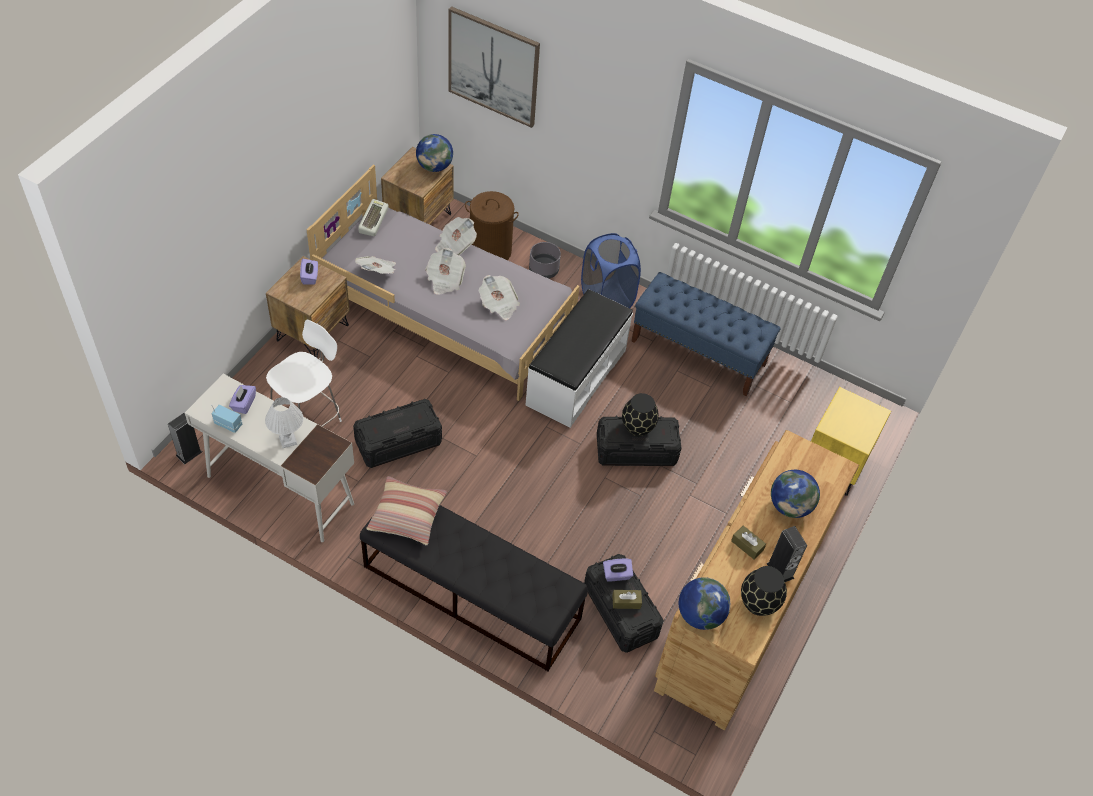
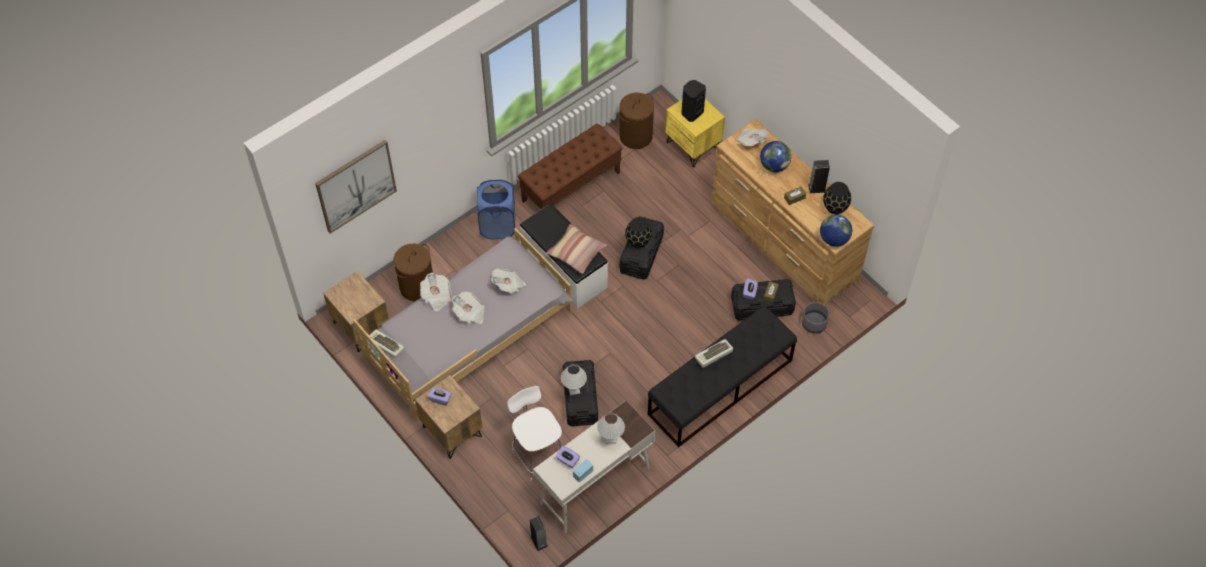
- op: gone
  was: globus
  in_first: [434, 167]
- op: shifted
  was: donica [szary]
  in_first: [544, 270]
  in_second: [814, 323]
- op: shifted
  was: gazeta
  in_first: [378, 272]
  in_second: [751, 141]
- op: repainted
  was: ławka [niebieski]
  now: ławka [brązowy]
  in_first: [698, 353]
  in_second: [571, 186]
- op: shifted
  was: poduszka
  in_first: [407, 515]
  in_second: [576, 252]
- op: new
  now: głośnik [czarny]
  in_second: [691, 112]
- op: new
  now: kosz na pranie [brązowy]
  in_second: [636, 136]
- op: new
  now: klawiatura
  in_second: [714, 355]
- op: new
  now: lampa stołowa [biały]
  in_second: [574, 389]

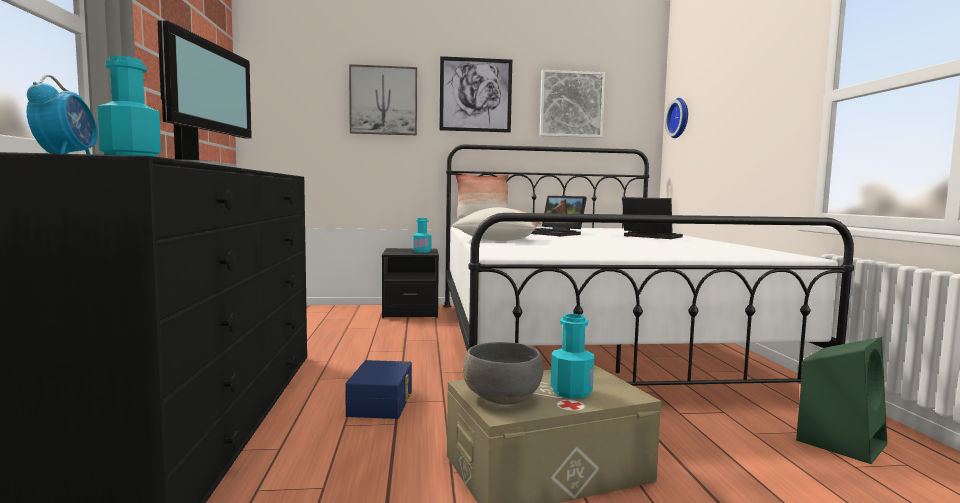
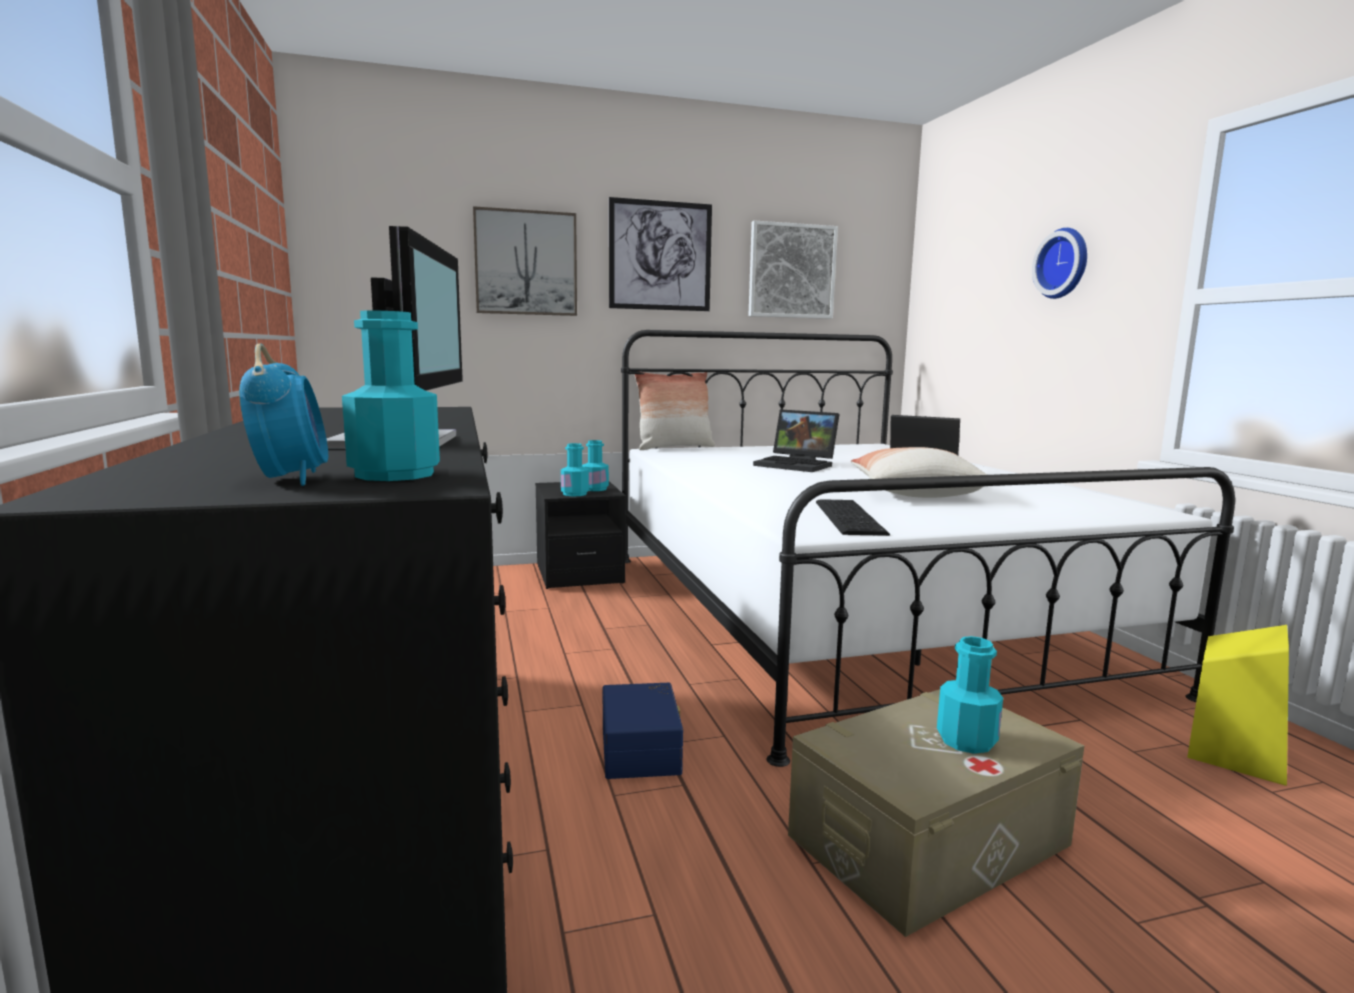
- op: shifted
  was: zegar ścienny
  in_first: [680, 118]
  in_second: [1064, 263]
- op: shifted
  was: poduszka
  in_first: [499, 239]
  in_second: [915, 493]
- op: repainted
  was: głośnik [zielony]
  now: głośnik [żółty]
  in_first: [841, 441]
  in_second: [1235, 753]
- op: gone
  was: miska [szary]
  in_first: [502, 397]
- op: new
  now: butelka [turkusowy]
  in_second: [575, 494]
- op: new
  now: klawiatura
  in_second: [851, 517]

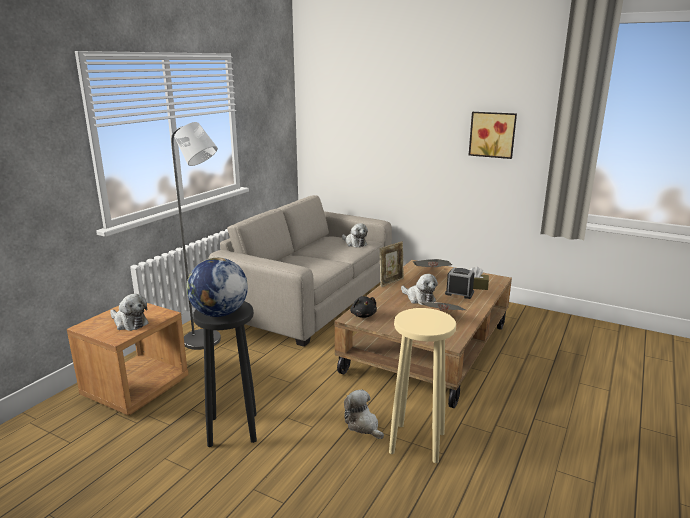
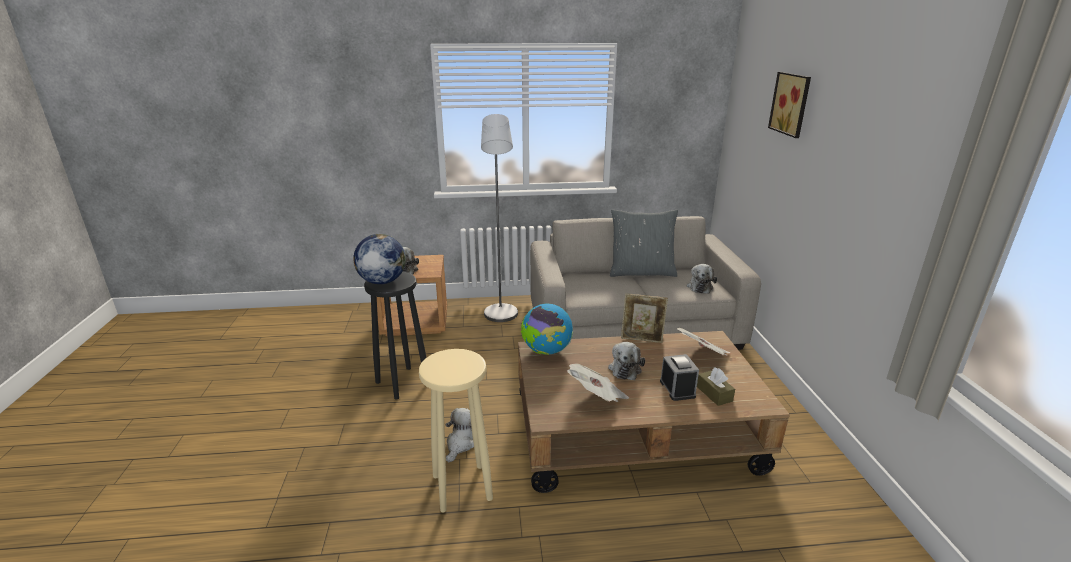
- op: shifted
  was: obraz
  in_first: [492, 134]
  in_second: [792, 104]
- op: swapped
  was: pluszak [czarny]
  now: globus
  in_first: [363, 315]
  in_second: [546, 351]
- op: new
  now: poduszka [szary]
  in_second: [641, 272]

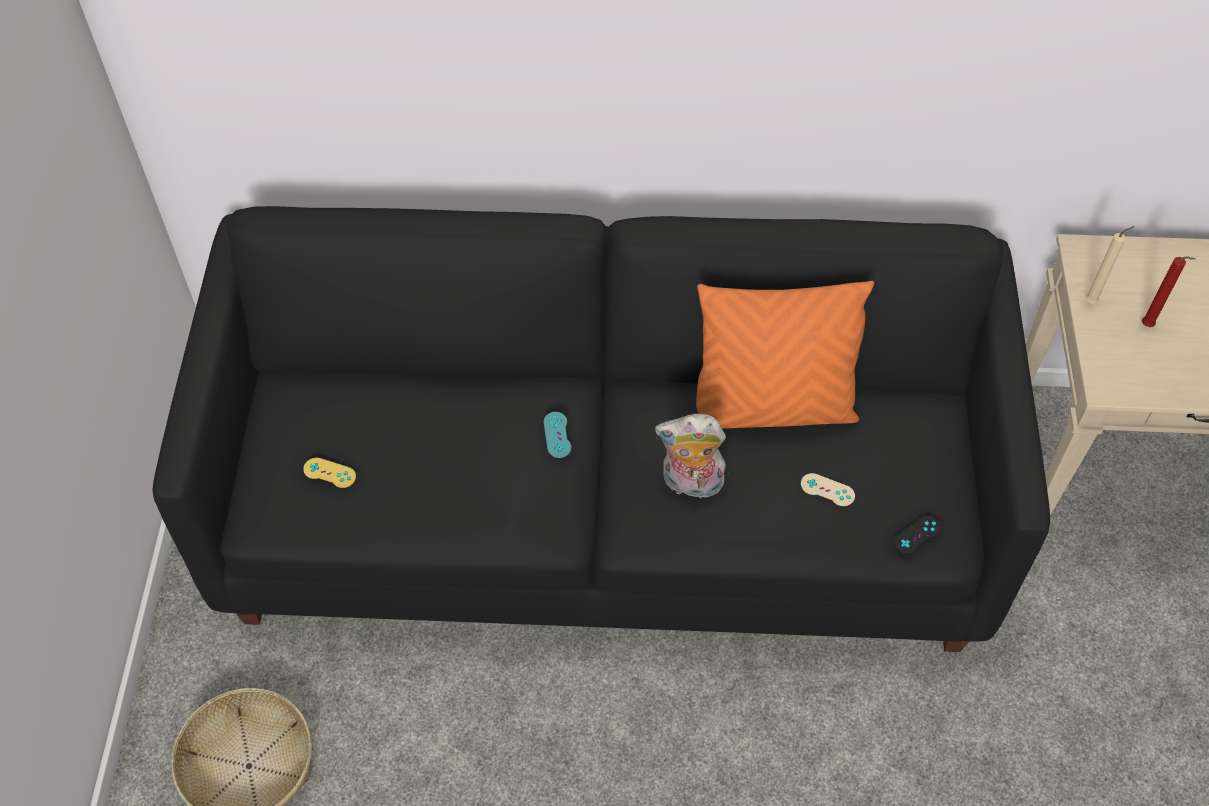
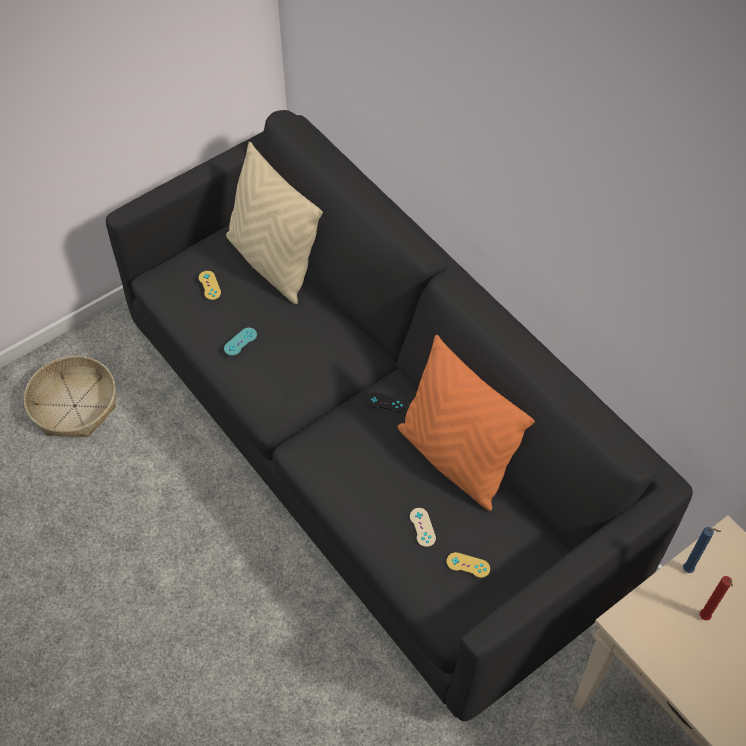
- op: repainted
  was: świeca [beżowy]
  now: świeca [niebieski]
  in_first: [1092, 301]
  in_second: [689, 570]
- op: shifted
  was: pad do gier [turkusowy]
  in_first: [557, 435]
  in_second: [240, 341]
- op: gone
  was: pluszak
  in_first: [690, 484]
- op: shifted
  was: pad do gier [czarny]
  in_first: [917, 535]
  in_second: [386, 403]
- op: new
  now: poduszka [beżowy]
  in_second: [273, 263]
- op: new
  now: pad do gier [żółty]
  in_second: [468, 565]

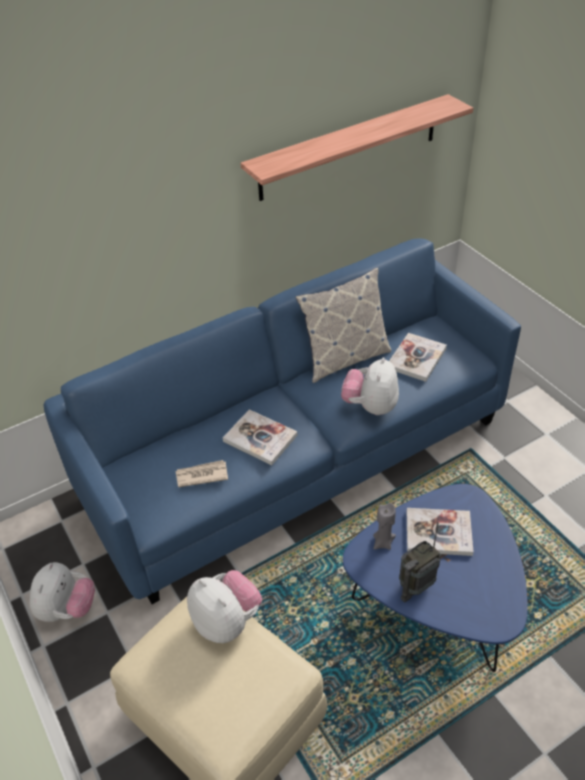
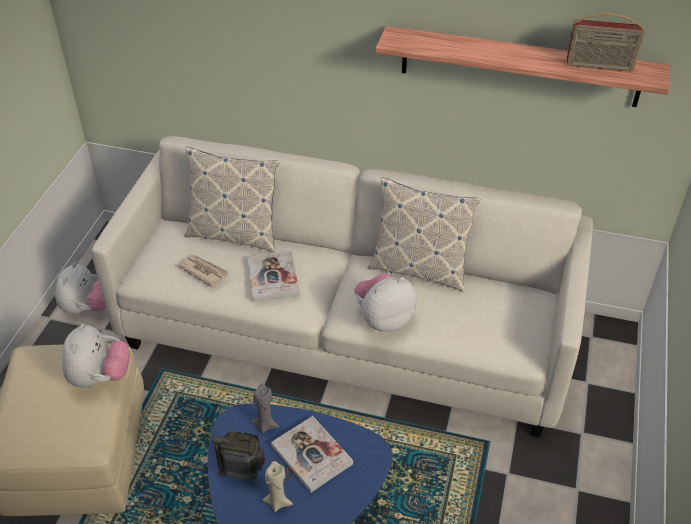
- op: repainted
  was: kanapa [niebieski]
  now: kanapa [biały]
  in_first: [295, 456]
  in_second: [346, 331]
- op: gone
  was: książka
  in_first: [416, 358]
- op: rotated
  was: pluszak
  in_first: [67, 609]
  in_second: [87, 308]
  clockwise: -45
- op: new
  now: radio
  in_second: [599, 66]
- op: new
  now: poduszka
  in_second: [234, 234]
- op: new
  now: świeca [beżowy]
  in_second: [278, 501]

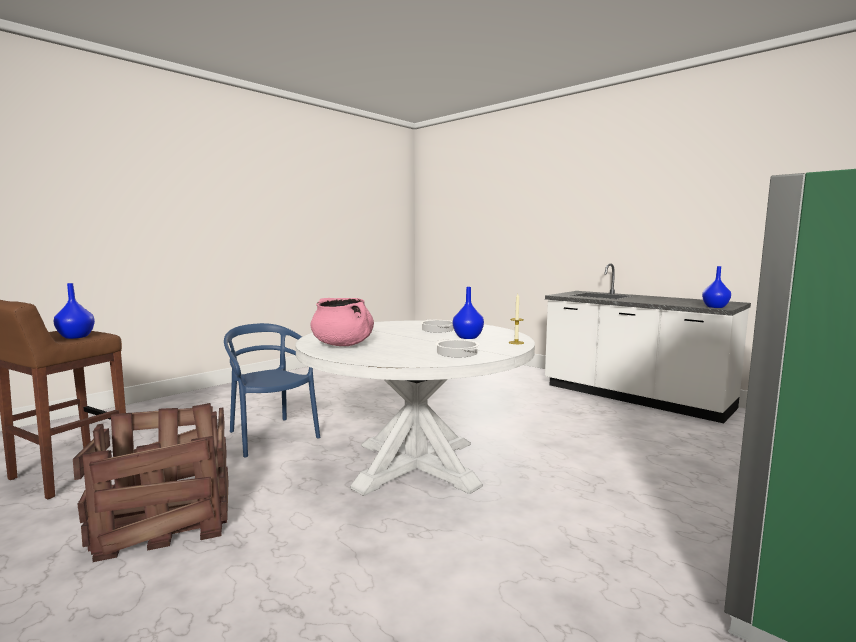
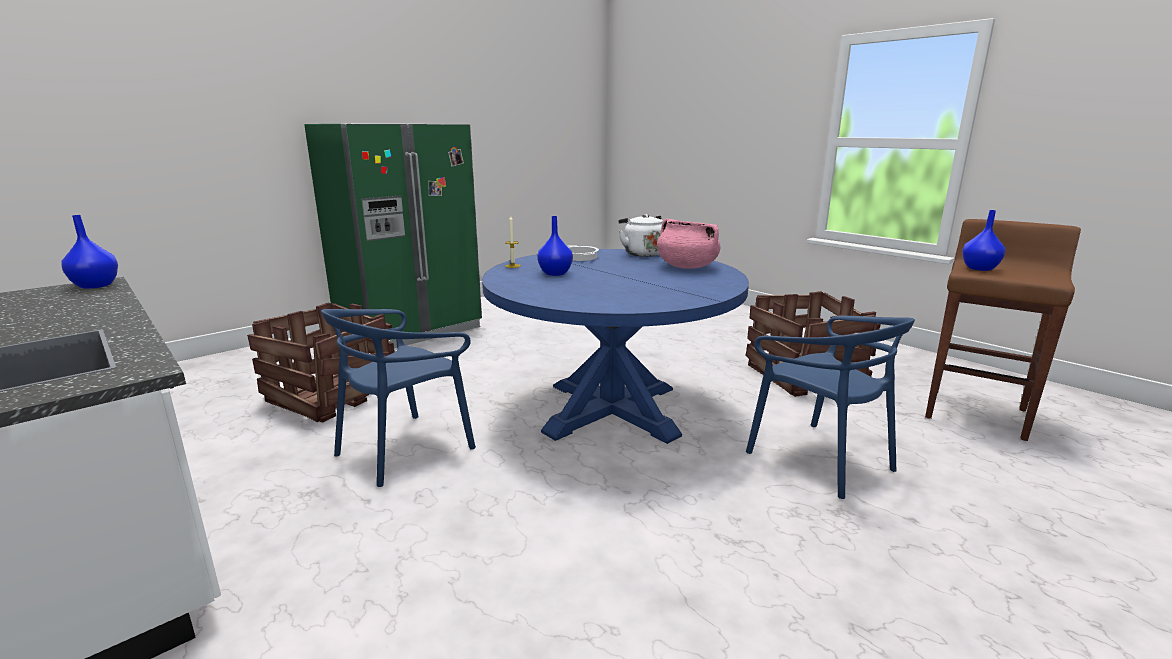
- op: gone
  was: garnek
  in_first: [438, 329]
- op: repainted
  was: stół jadalny [biały]
  now: stół jadalny [niebieski]
  in_first: [416, 464]
  in_second: [611, 409]
- op: new
  now: czajnik [biały]
  in_second: [642, 253]
- op: new
  now: skrzynka
  in_second: [330, 395]
- op: new
  now: krzesło [niebieski]
  in_second: [405, 449]

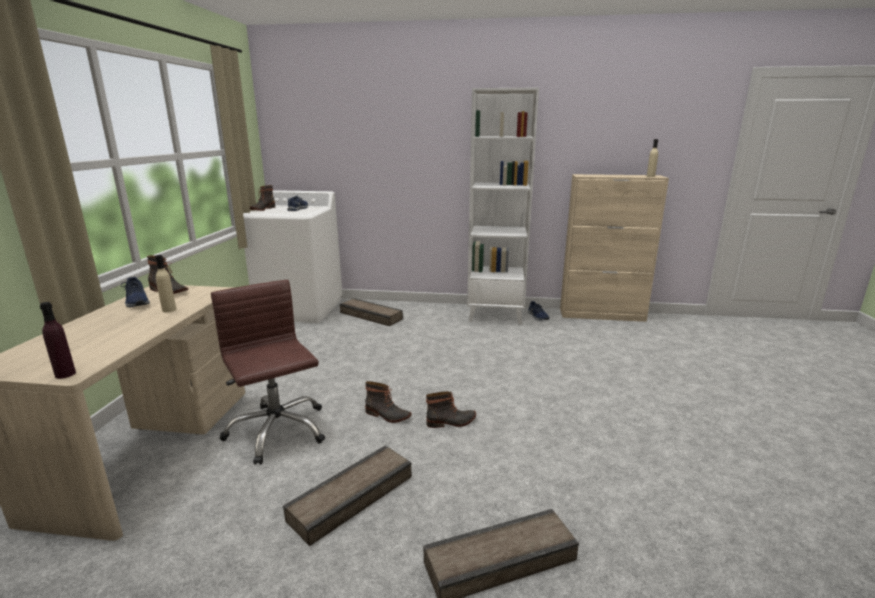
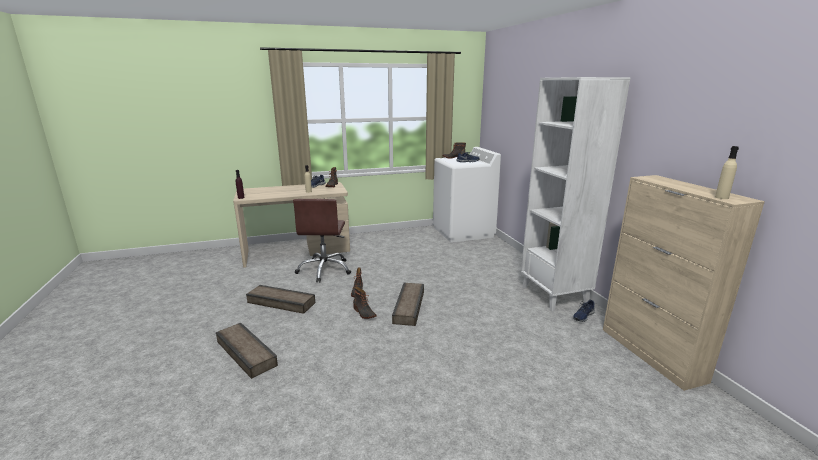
- op: rotated
  was: krzesło biurowe [brązowy]
  in_first: [277, 431]
  in_second: [325, 270]
  clockwise: 150
- op: shifted
  was: skrzynka
  in_first: [371, 315]
  in_second: [410, 307]

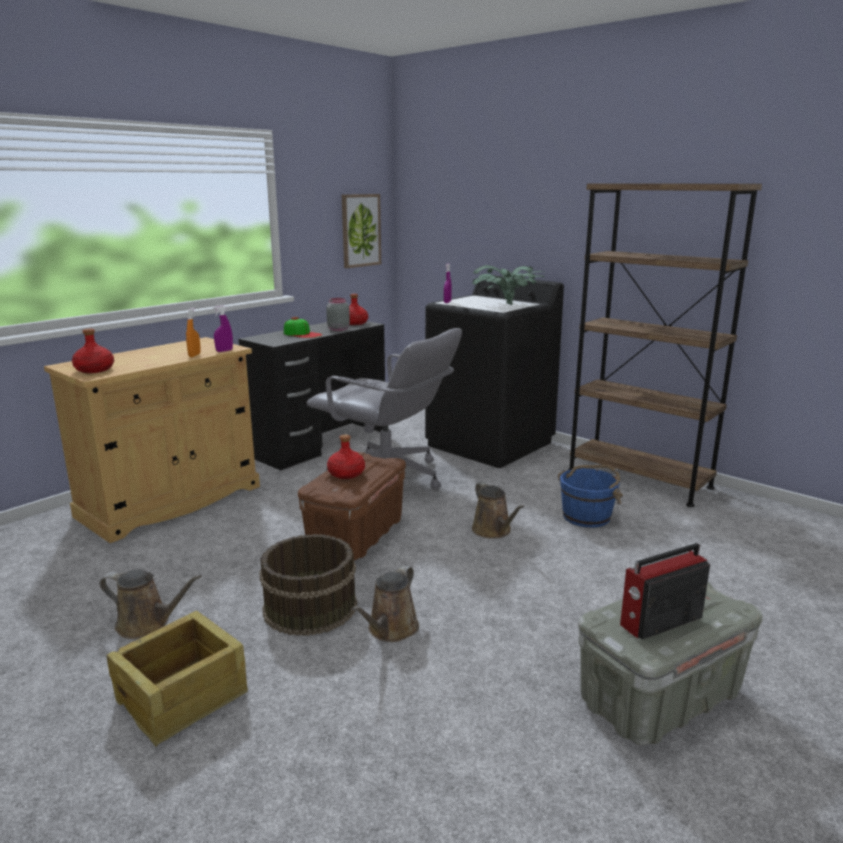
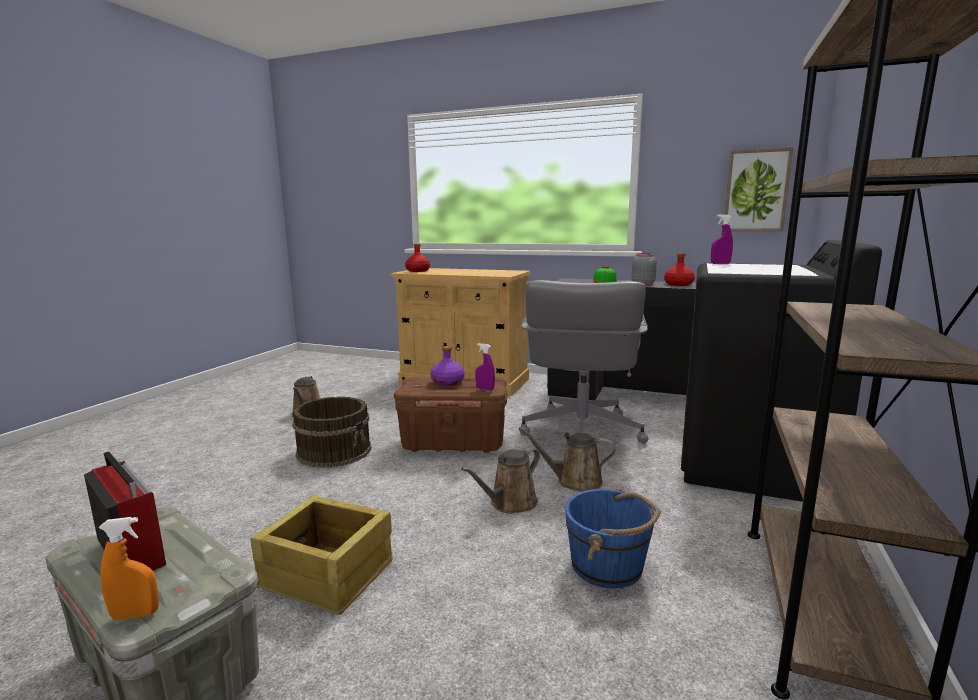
- op: gone
  was: roślina doniczkowa
  in_first: [506, 304]
- op: shifted
  was: spryskiwacz [fioletowy]
  in_first: [224, 351]
  in_second: [485, 389]
- op: shifted
  was: spryskiwacz [pomarańczowy]
  in_first: [194, 355]
  in_second: [135, 614]
- op: repainted
  was: butelka [czerwony]
  now: butelka [fioletowy]
  in_first: [346, 474]
  in_second: [447, 382]
- op: shifted
  was: konewka [brązowy]
  in_first: [390, 630]
  in_second: [574, 481]
- op: shifted
  was: skrzynka
  in_first: [183, 697]
  in_second: [327, 575]

